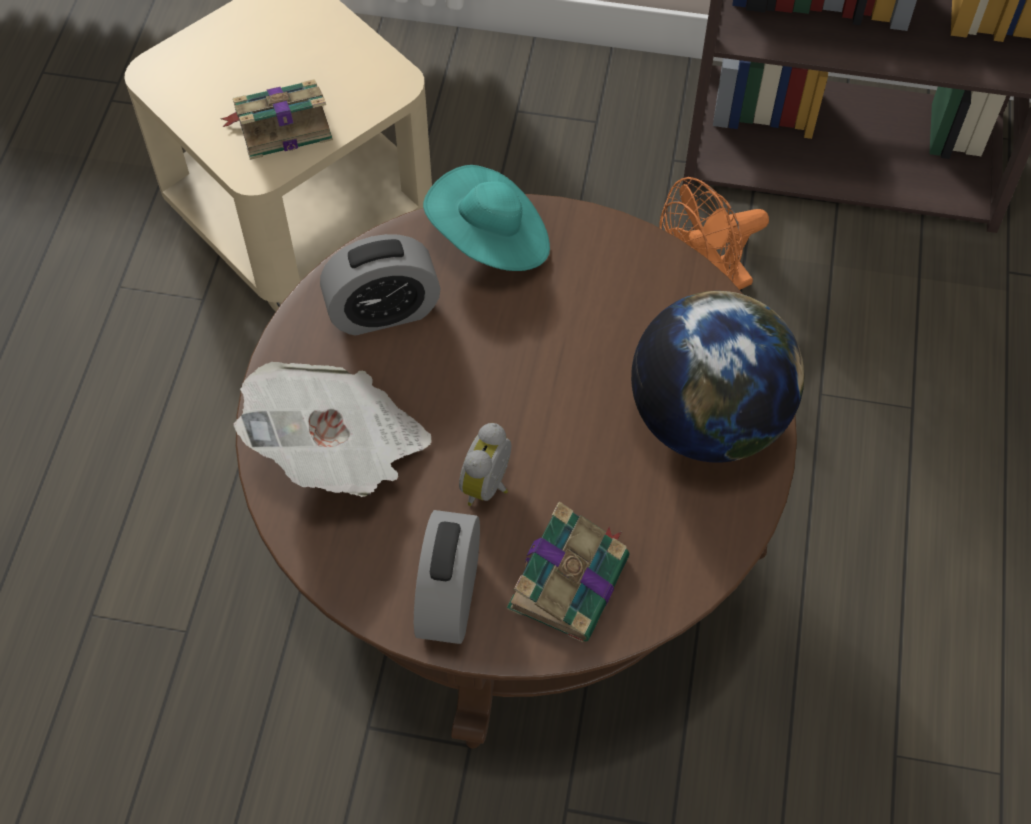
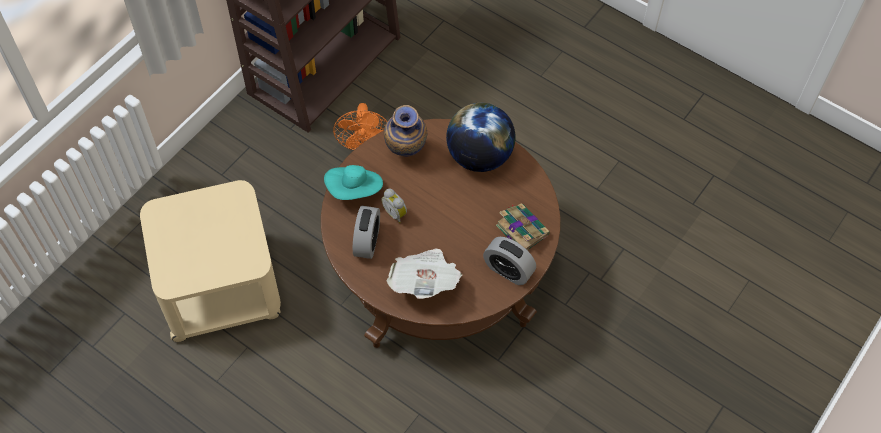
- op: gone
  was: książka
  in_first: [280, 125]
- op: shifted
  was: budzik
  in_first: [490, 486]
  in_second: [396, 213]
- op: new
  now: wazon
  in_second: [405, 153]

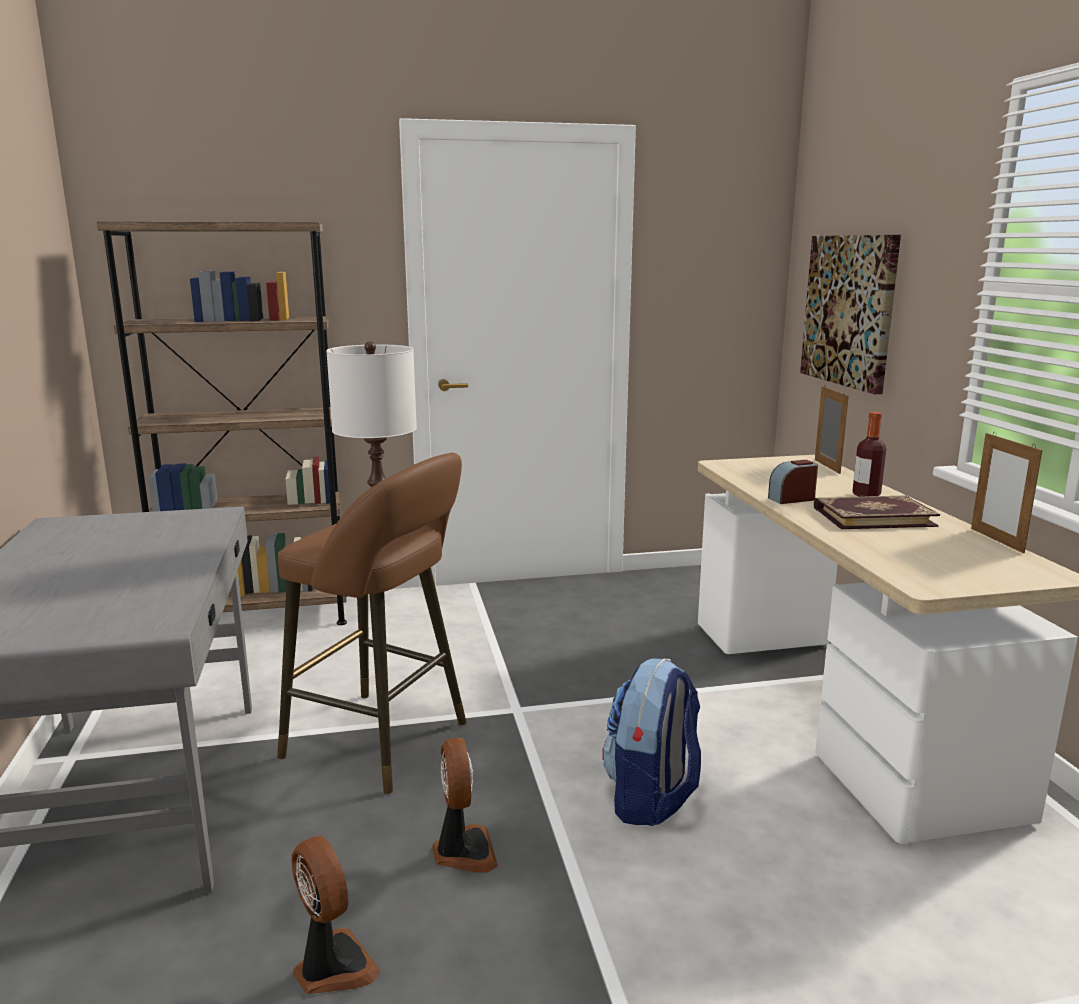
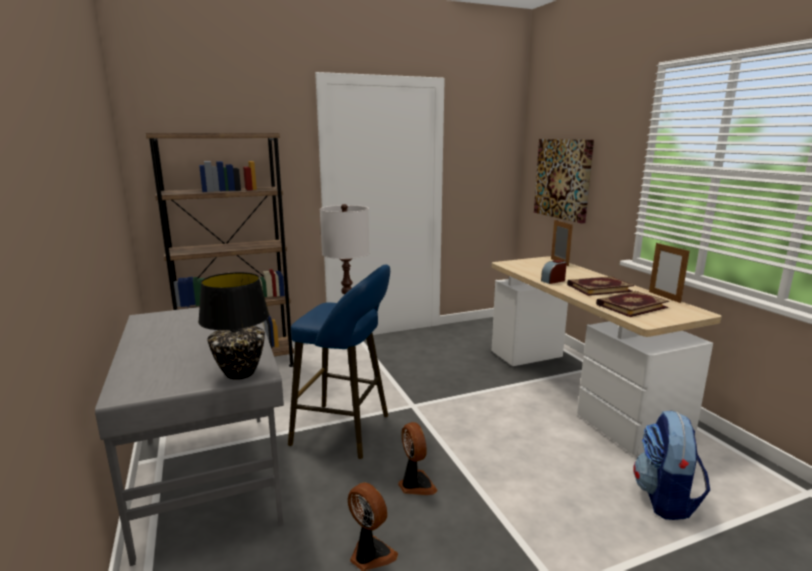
- op: gone
  was: butelka
  in_first: [866, 495]
- op: repainted
  was: stołek [brązowy]
  now: stołek [niebieski]
  in_first: [384, 742]
  in_second: [346, 430]
- op: shifted
  was: plecak
  in_first: [651, 798]
  in_second: [665, 499]
- op: new
  now: lampa stołowa [czarny]
  in_second: [240, 373]
- op: new
  now: książka
  in_second: [630, 306]

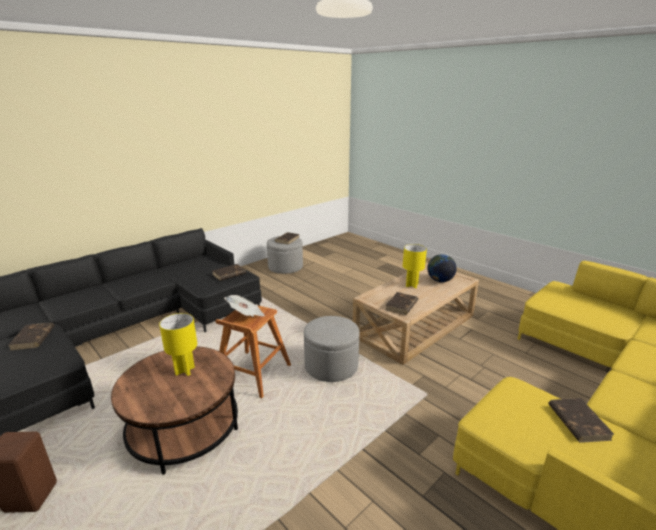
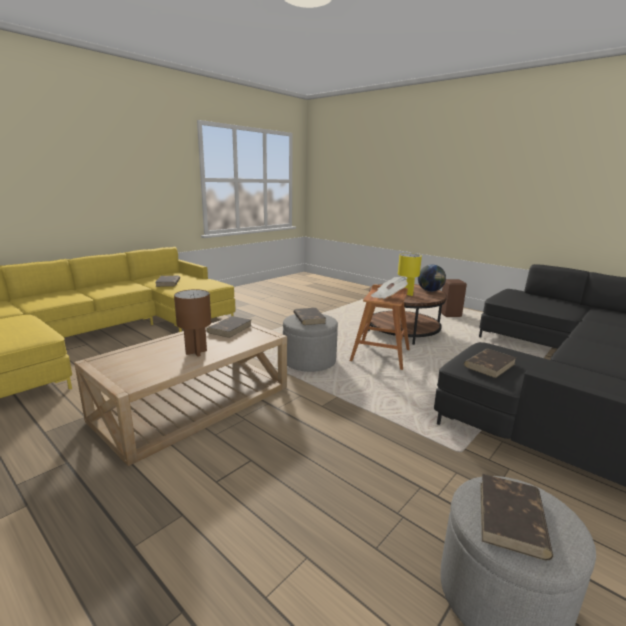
- op: repainted
  was: lampa stołowa [żółty]
  now: lampa stołowa [brązowy]
  in_first: [412, 285]
  in_second: [196, 352]
- op: shifted
  was: globus
  in_first: [440, 280]
  in_second: [430, 291]
- op: shifted
  was: książka [brązowy]
  in_first: [33, 338]
  in_second: [309, 318]

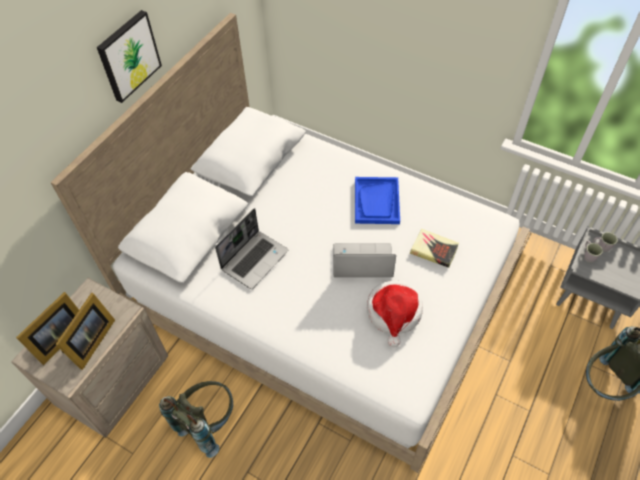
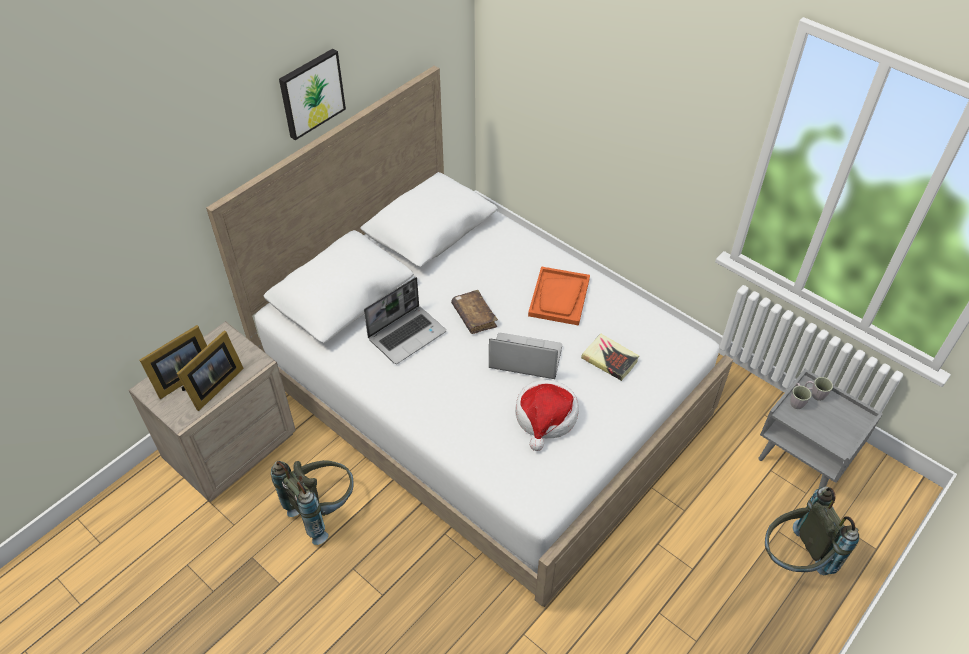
- op: repainted
  was: taca [niebieski]
  now: taca [pomarańczowy]
  in_first: [377, 201]
  in_second: [559, 297]
- op: new
  now: książka [brązowy]
  in_second: [474, 316]

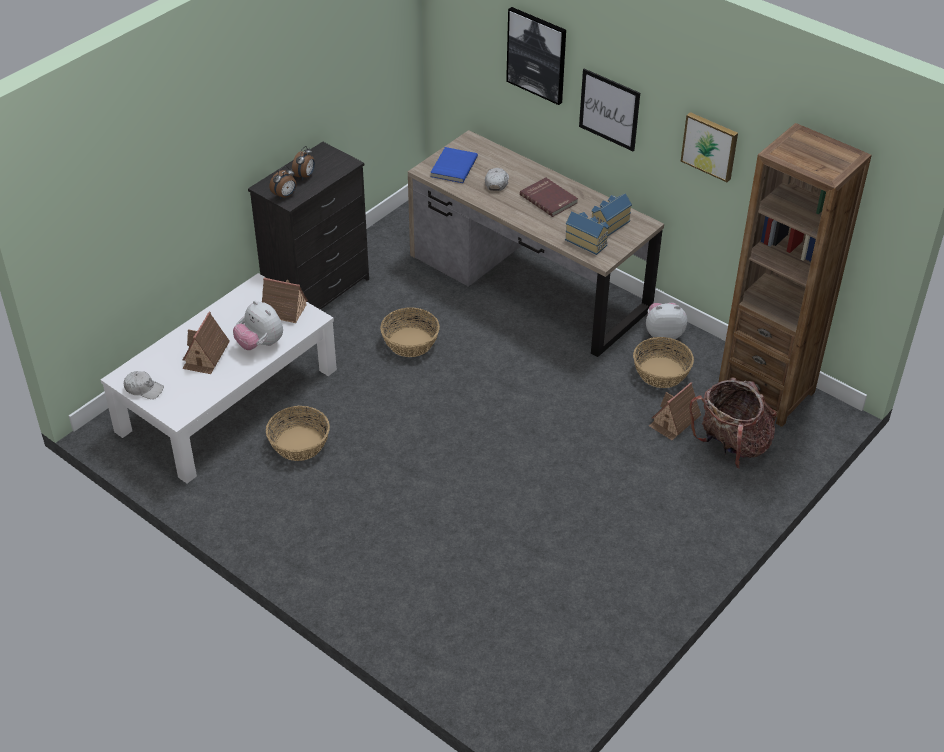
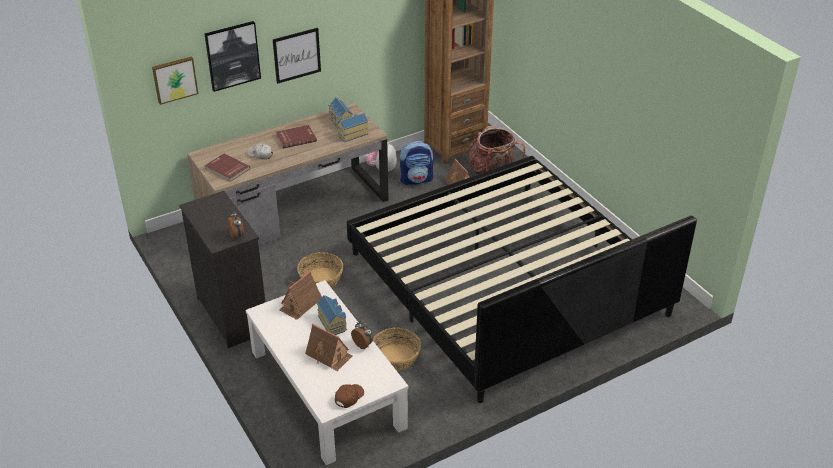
- op: shifted
  was: obraz
  in_first: [710, 145]
  in_second: [174, 79]
- op: shifted
  was: budzik
  in_first: [305, 176]
  in_second: [363, 344]
- op: repainted
  was: książka [niebieski]
  now: książka [czerwony]
  in_first: [453, 167]
  in_second: [227, 169]
- op: swapped
  was: pluszak
  now: domek
  in_first: [260, 344]
  in_second: [333, 323]
- op: swapped
  was: koszyk
  now: plecak
  in_first: [661, 372]
  in_second: [416, 179]
- op: repainted
  was: czapka z daszkiem [biały]
  now: czapka z daszkiem [brązowy]
  in_first: [143, 389]
  in_second: [349, 397]
- op: new
  now: łóżko
  in_second: [506, 284]

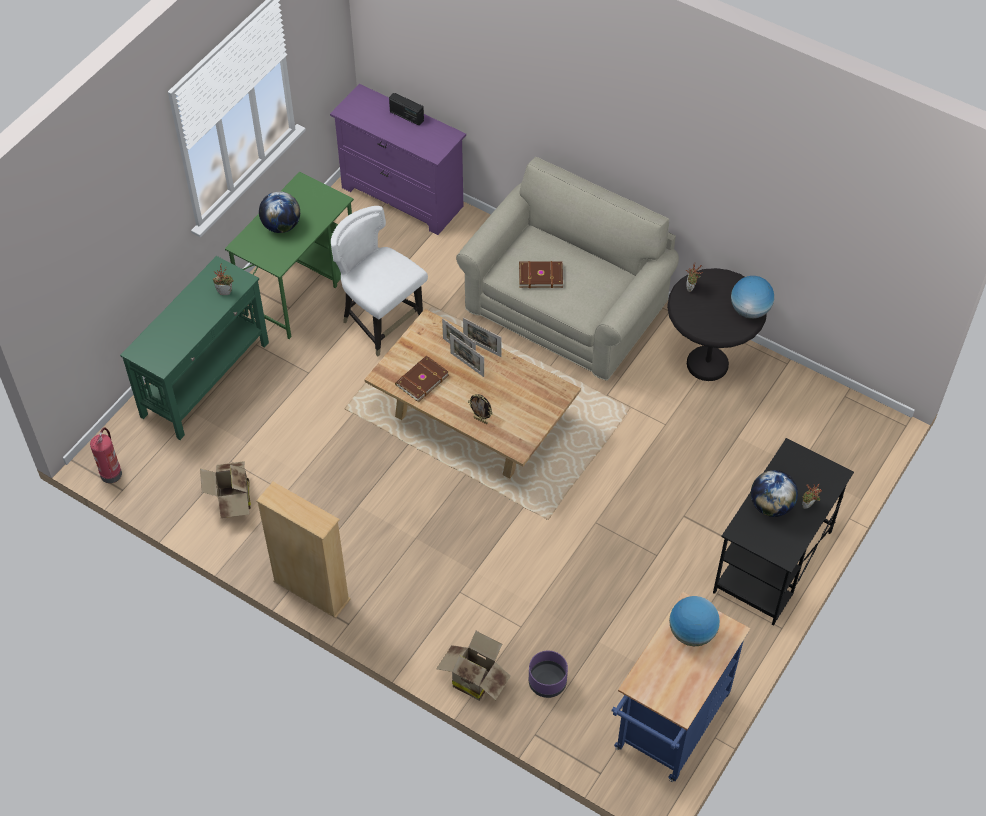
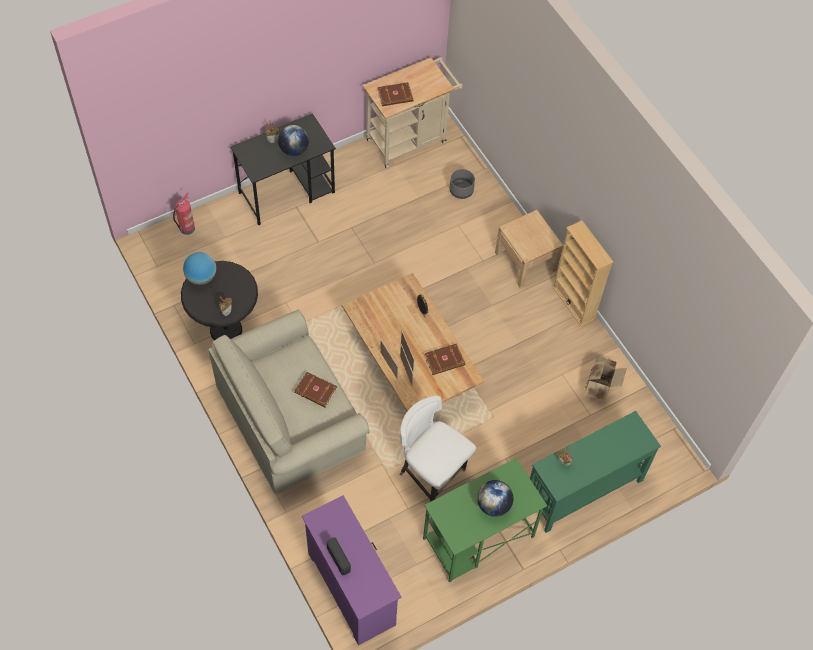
- op: rotated
  was: krzesło [biały]
  in_first: [381, 323]
  in_second: [431, 474]
  clockwise: 150
- op: shifted
  was: gaśnica
  in_first: [111, 473]
  in_second: [186, 229]
- op: repainted
  was: wózek [niebieski]
  now: wózek [beżowy]
  in_first: [668, 729]
  in_second: [410, 139]
- op: swapped
  was: globus
  now: książka [brązowy]
  in_first: [691, 632]
  in_second: [395, 96]
- op: gone
  was: karton
  in_first: [474, 678]
- op: repainted
  was: donica [fioletowy]
  now: donica [szary]
  in_first: [547, 681]
  in_second: [461, 190]
- op: new
  now: szafka nocna [beżowy]
  in_second: [525, 261]

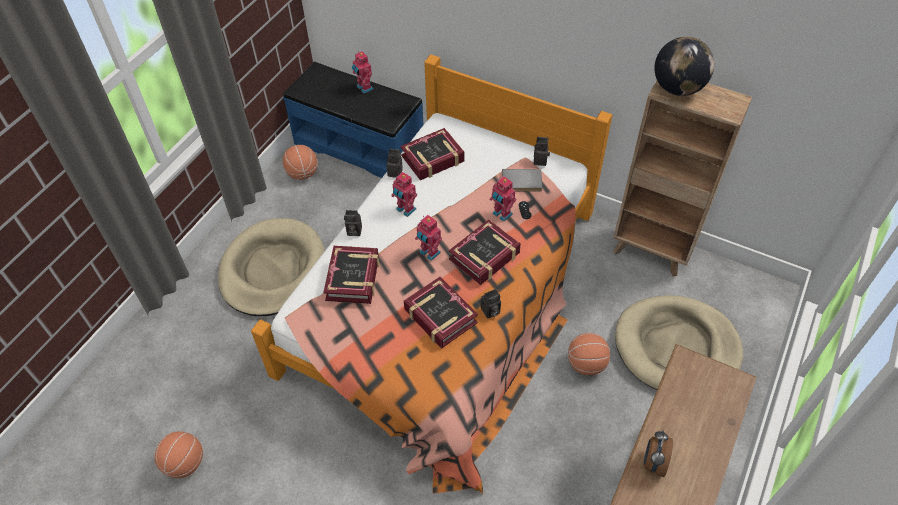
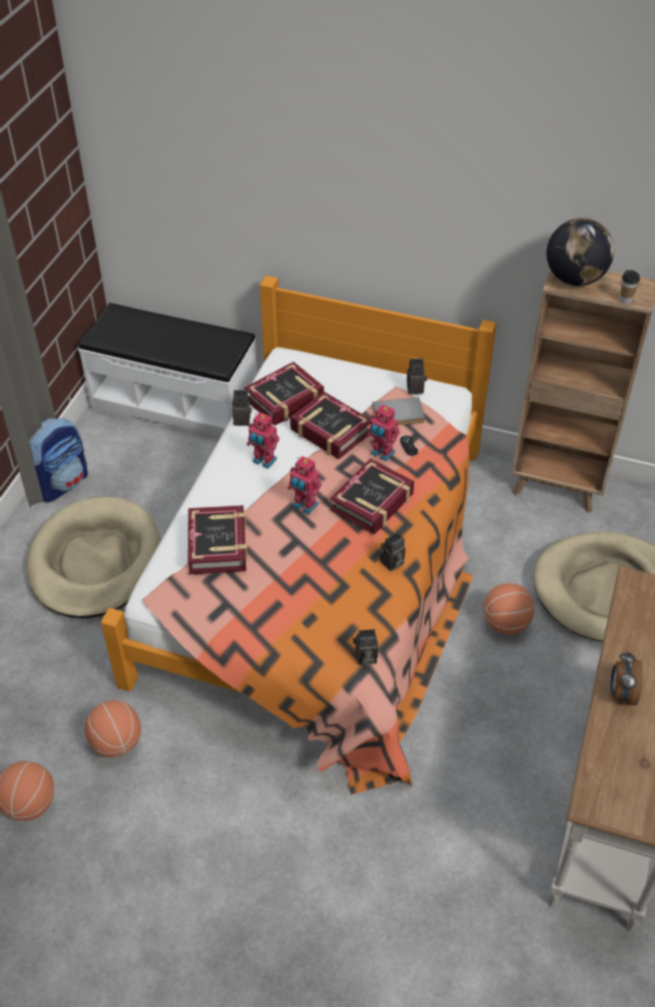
- op: gone
  was: robot zabawkowy
  in_first: [364, 88]
- op: repainted
  was: ławka [niebieski]
  now: ławka [biały]
  in_first: [359, 146]
  in_second: [176, 403]
- op: shifted
  was: piłka do koszykówki
  in_first: [302, 173]
  in_second: [116, 742]
- op: shifted
  was: aparat fotograficzny
  in_first: [353, 231]
  in_second: [365, 658]
- op: shifted
  was: książka
  in_first: [440, 316]
  in_second: [330, 431]
- op: new
  now: filiżanka
  in_second: [625, 300]
- op: new
  now: plecak
  in_second: [62, 483]

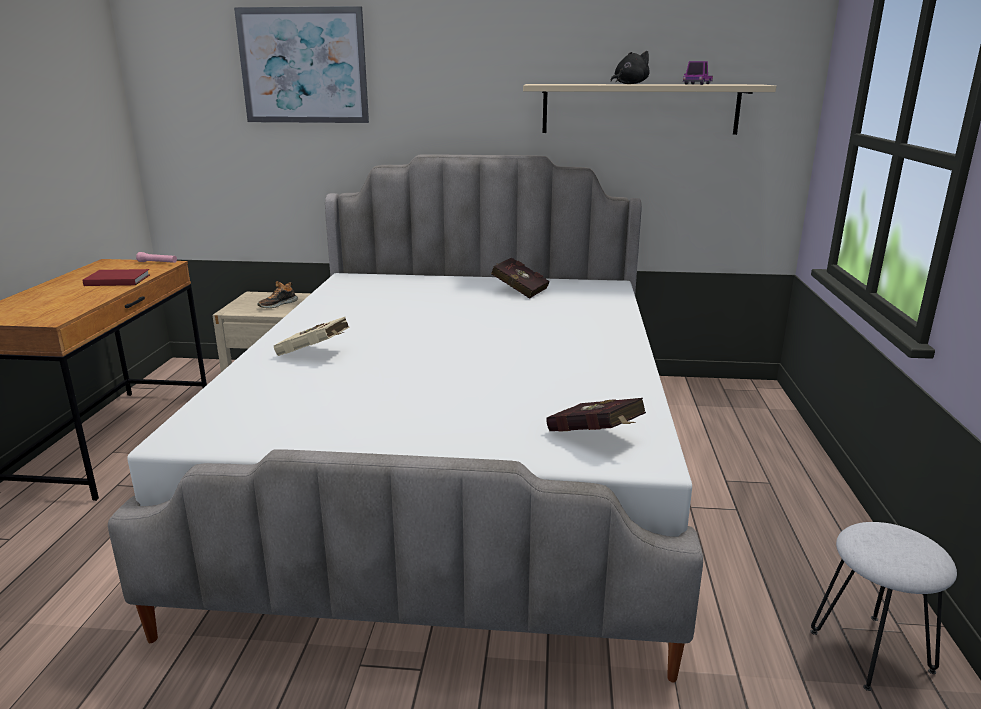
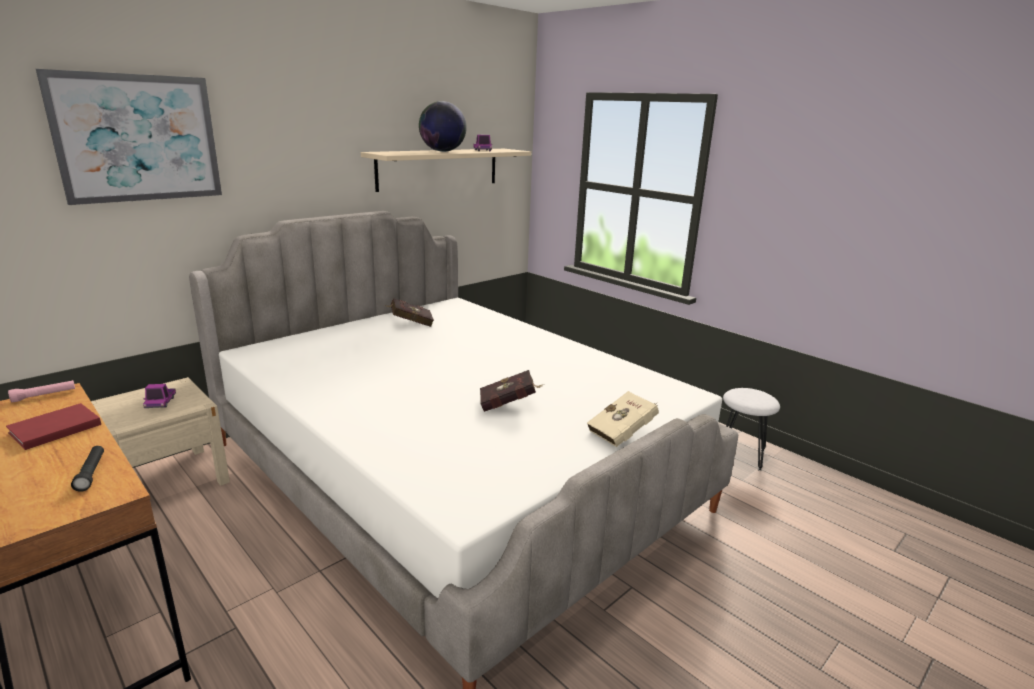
- op: swapped
  was: pluszak [czarny]
  now: globus
  in_first: [629, 84]
  in_second: [442, 151]
- op: swapped
  was: but
  now: ciężarówka zabawkowa
  in_first: [277, 304]
  in_second: [161, 402]
- op: shifted
  was: książka [beżowy]
  in_first: [315, 354]
  in_second: [624, 433]
- op: shifted
  was: książka [czerwony]
  in_first: [596, 438]
  in_second: [509, 405]
- op: new
  now: latarka [czarny]
  in_second: [91, 473]

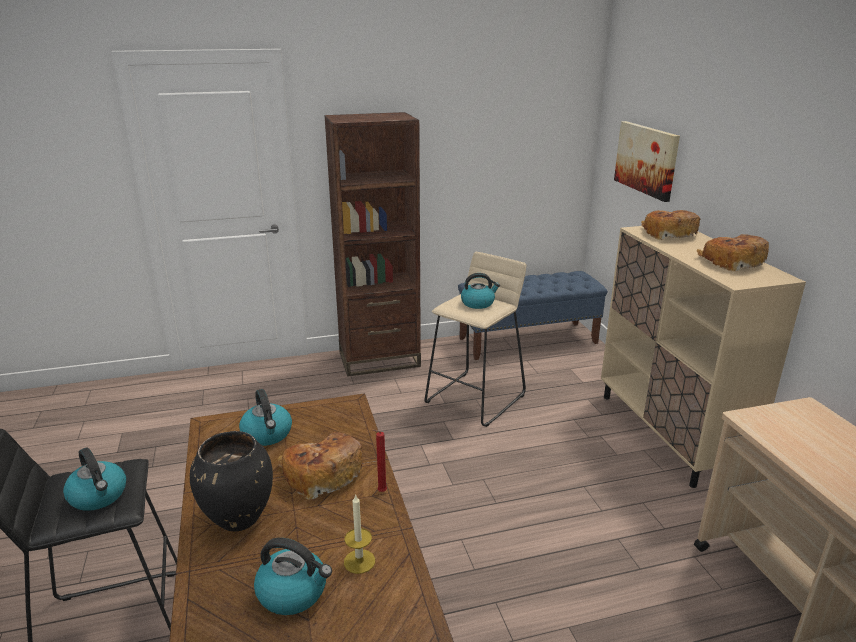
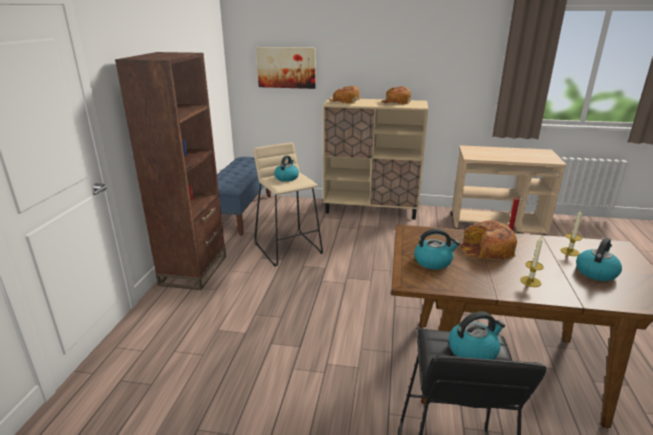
- op: swapped
  was: wazon [czarny]
  now: świeca
  in_first: [239, 519]
  in_second: [530, 281]

